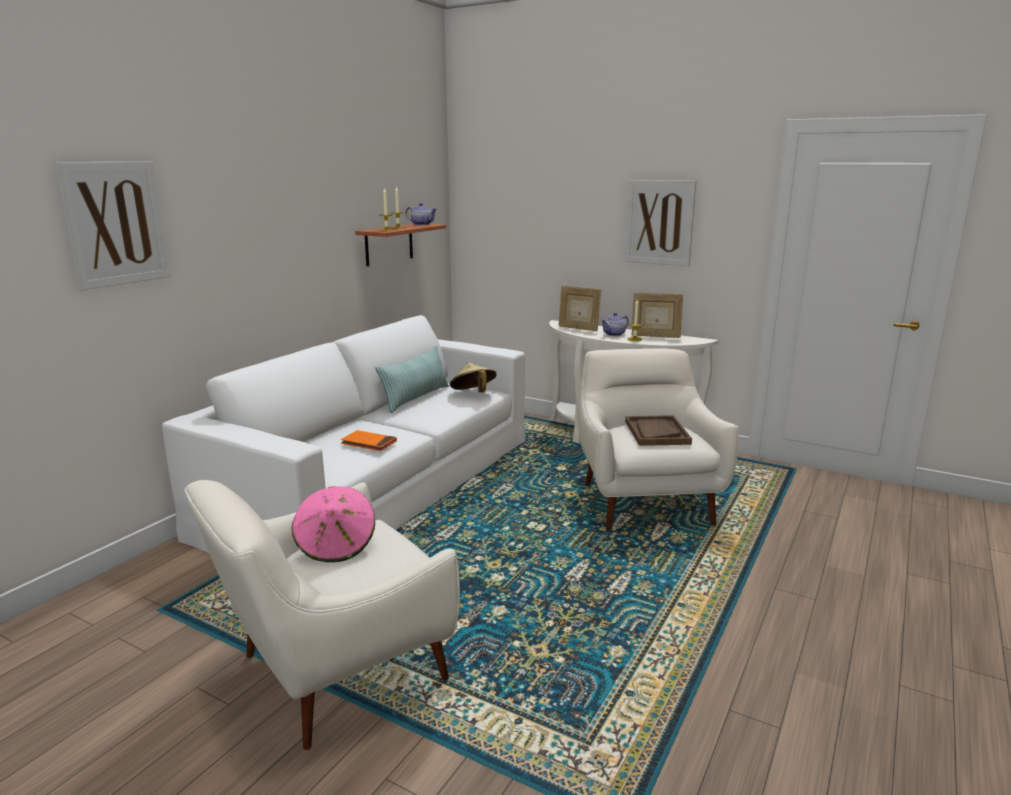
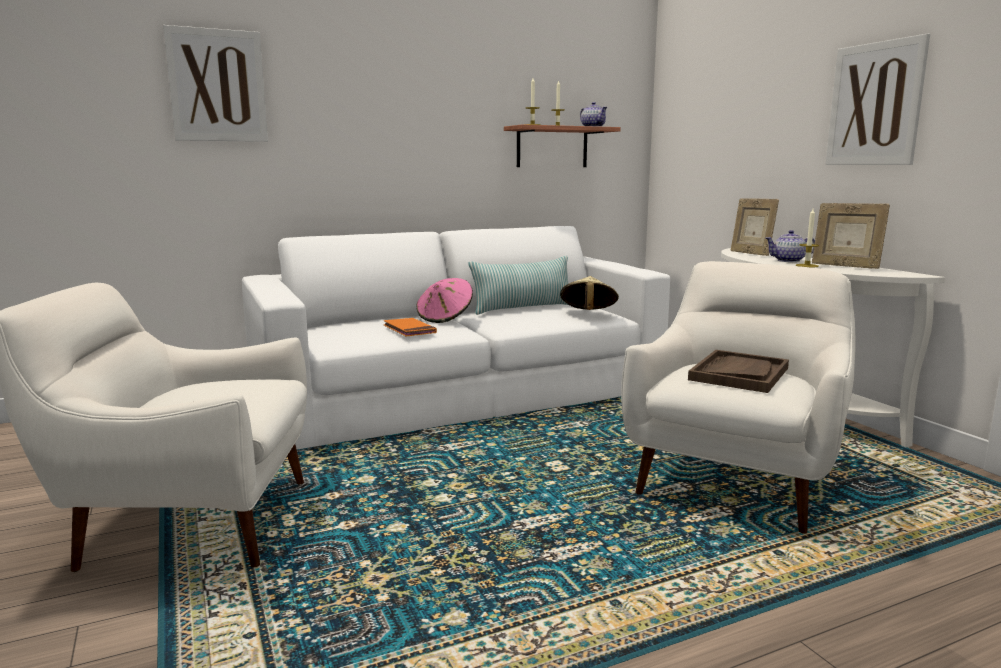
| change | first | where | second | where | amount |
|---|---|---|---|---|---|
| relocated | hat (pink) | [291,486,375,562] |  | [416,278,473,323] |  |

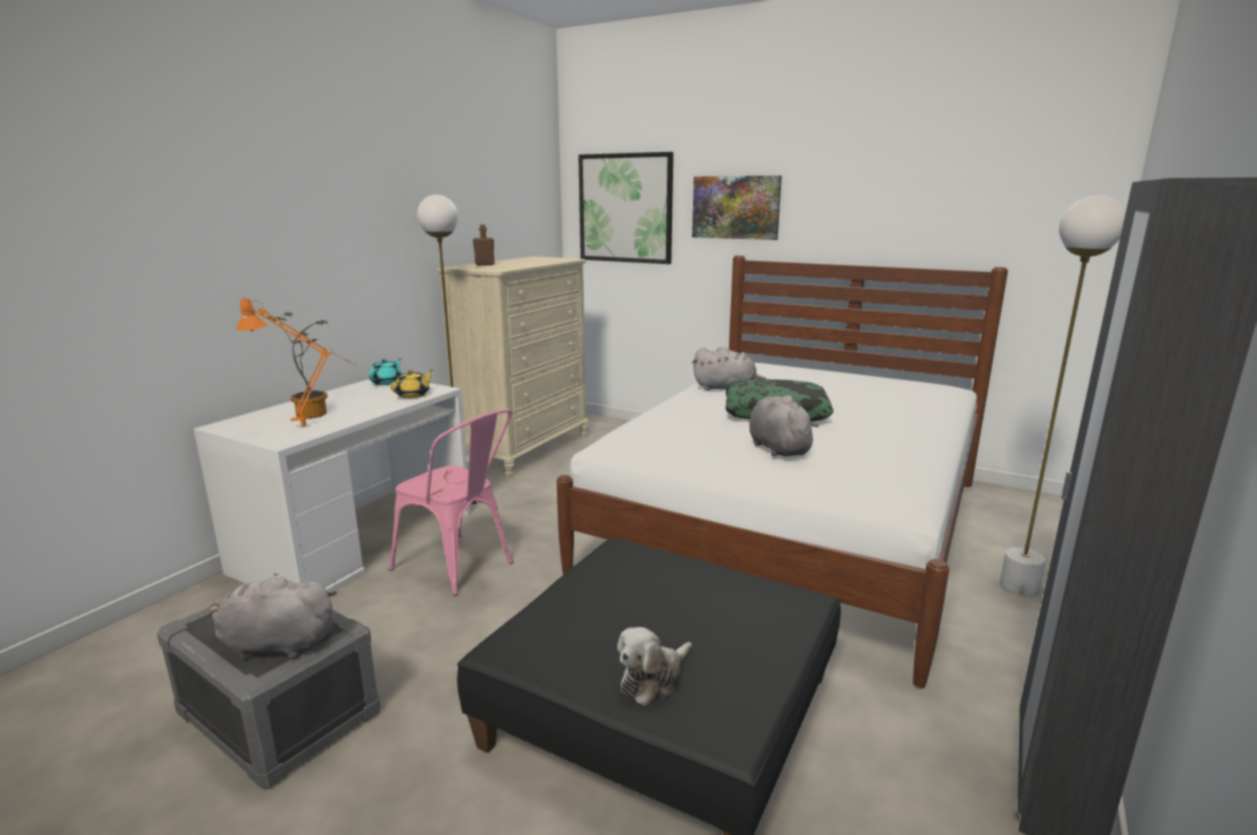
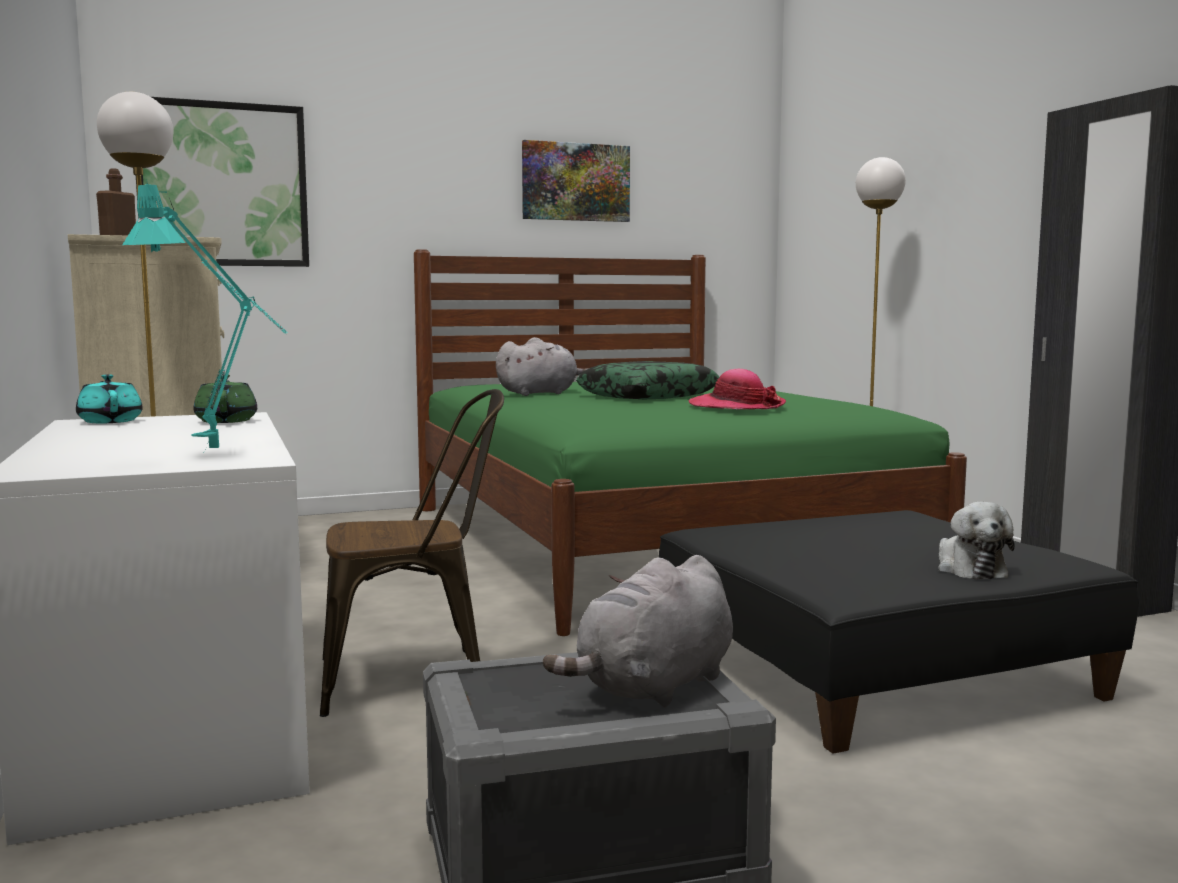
| change | first | where | second | where | amount |
|---|---|---|---|---|---|
| missing | potted plant | [267,312,328,419] |  |  |  |
| relocated | picture | [692,175,782,240] |  | [522,140,630,222] |  |
| exchanged | plush toy (grey) | [749,395,819,457] | hat | [689,369,786,409] |  |
| colour | table lamp (orange) | [236,296,359,426] | table lamp (turquoise) | [122,183,288,448] |  |
| colour | chair (pink) | [389,409,514,596] | chair (brown) | [320,389,504,717] |  |
| colour | teapot (yellow) | [390,370,433,398] | teapot (green) | [194,374,257,423] |  |
| colour | bed (white) | [557,255,1008,688] | bed (green) | [414,249,967,636] |  |

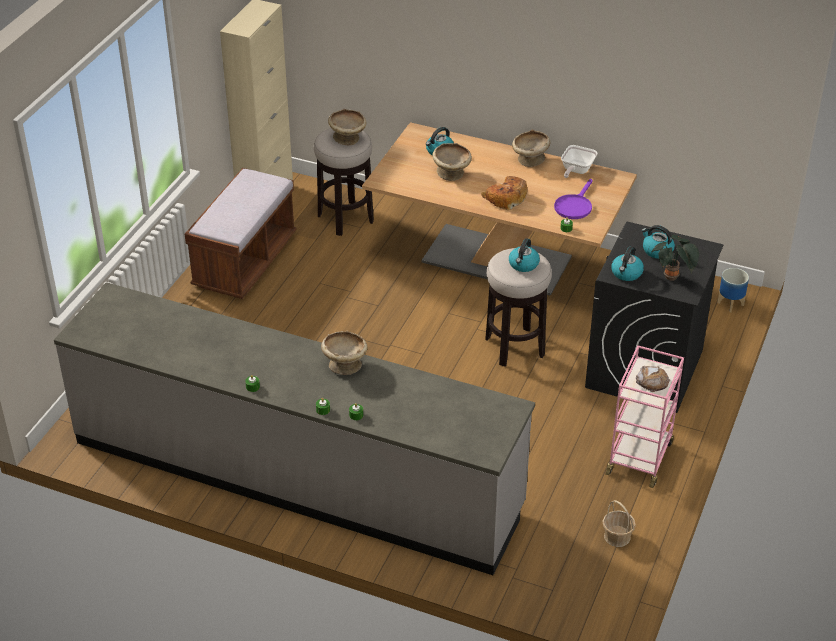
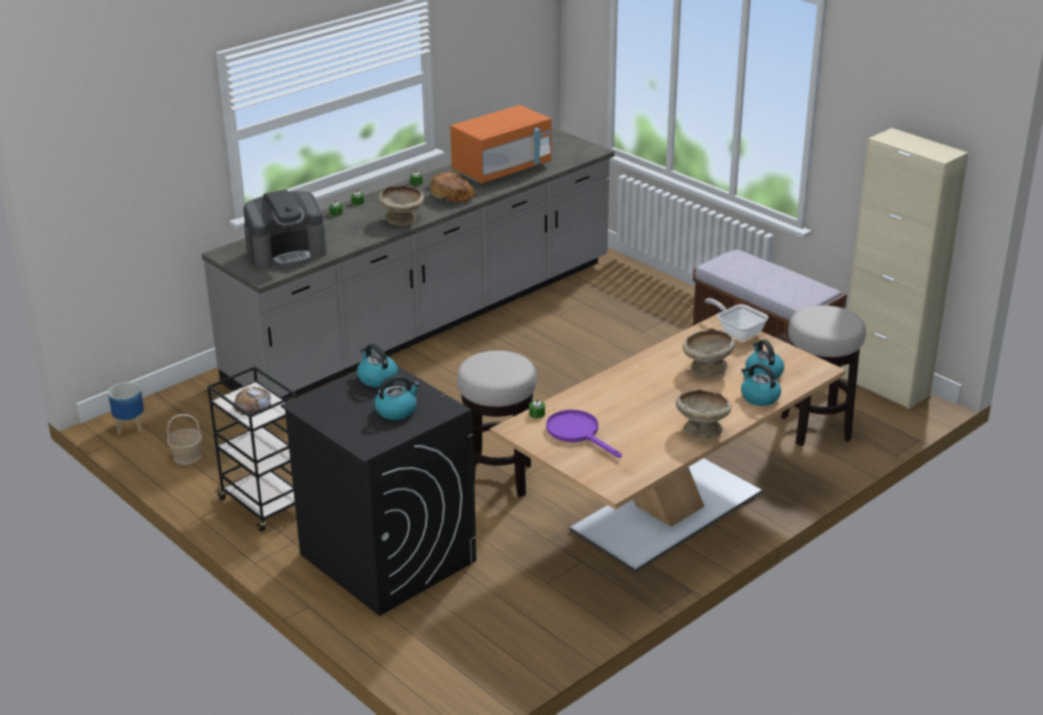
| change | first | where | second | where | amount |
|---|---|---|---|---|---|
| missing | bowl (beige) | [328,109,366,146] |  |  |  |
| missing | potted plant | [652,235,699,281] |  |  |  |
| appeared |  |  | coffee machine | [243,190,327,269] |  |
| appeared |  |  | microwave (orange) | [450,105,552,183] |  |
| relocated | bread | [481,176,527,210] |  | [431,171,476,203] |  |
| relocated | kettle | [509,238,540,272] |  | [741,363,781,406] |  |
| relocated | frying pan | [561,145,598,178] |  | [705,298,768,341] |  |
| relocated | planter | [717,268,749,312] |  | [108,382,144,435] |  |
| colour | cart (pink) | [605,345,684,488] | cart (black) | [207,366,298,532] |  |

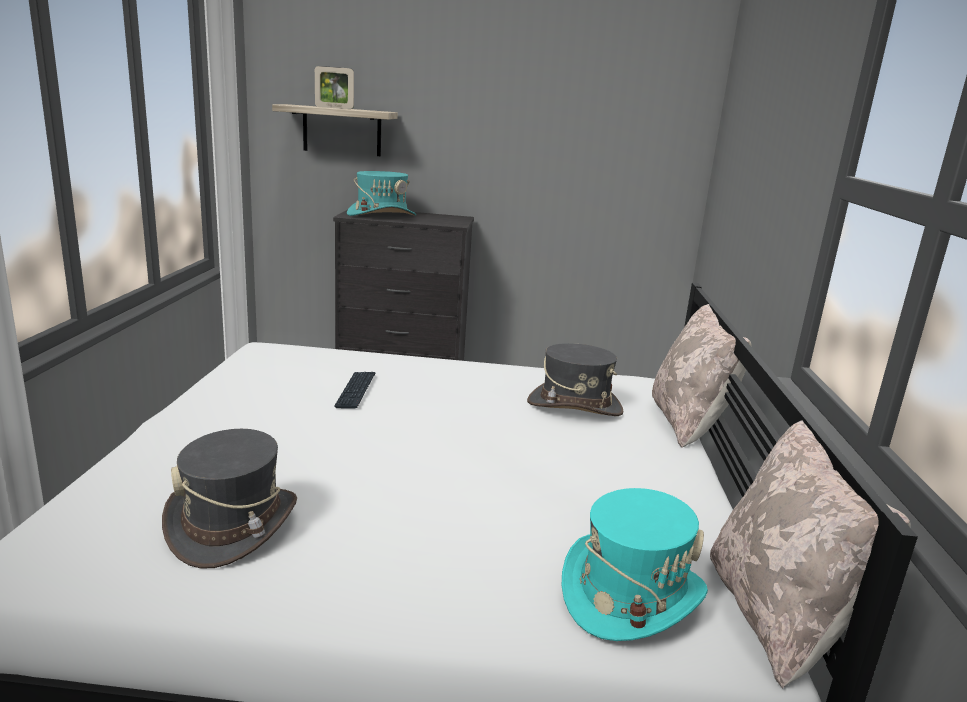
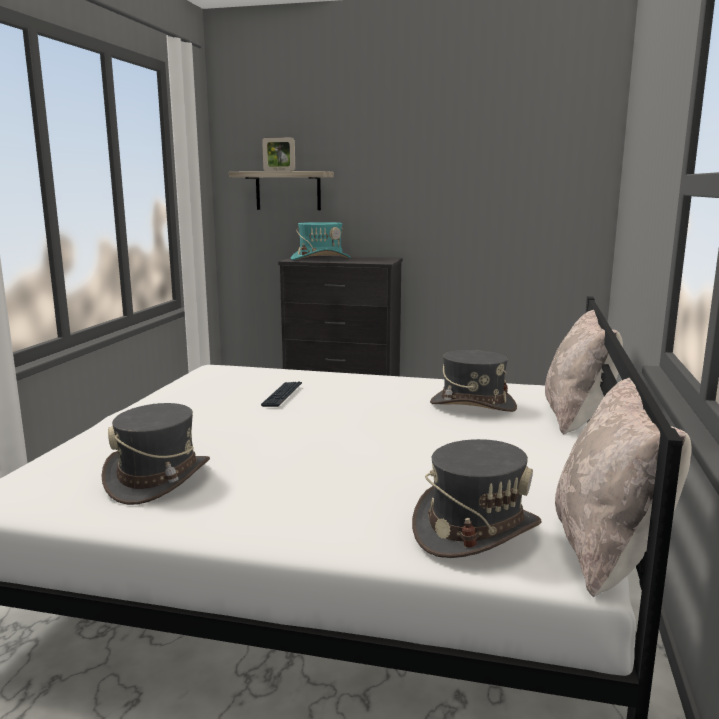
| change | first | where | second | where | amount |
|---|---|---|---|---|---|
| colour | hat (turquoise) | [562,488,708,641] | hat (grey) | [412,439,541,558] |  |

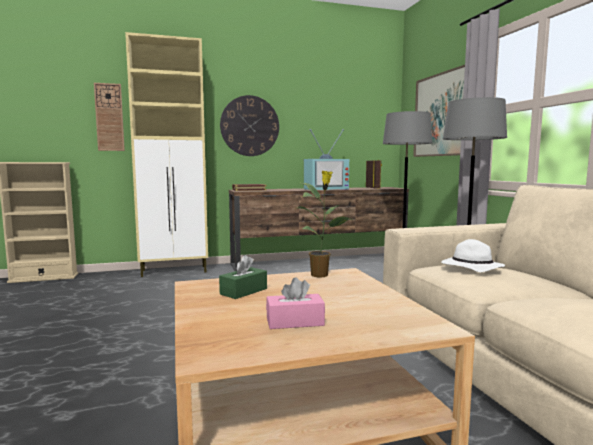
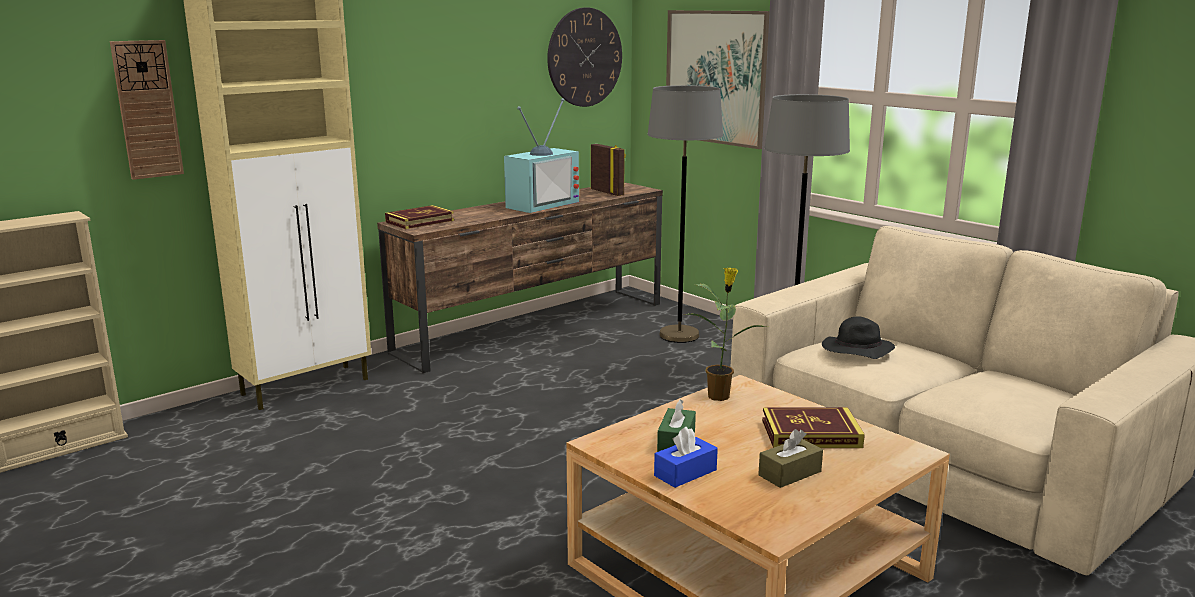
| change | first | where | second | where | amount |
|---|---|---|---|---|---|
| appeared |  |  | tissue box (blue) | [654,426,718,488] |  |
| appeared |  |  | book | [762,407,865,448] |  |
| relocated | wall clock | [220,95,279,156] |  | [547,7,622,107] |  |
| colour | tissue box (pink) | [266,277,325,329] | tissue box (brown) | [758,429,823,488] |  |
| colour | hat (white) | [441,239,505,272] | hat (black) | [822,316,895,359] |  |

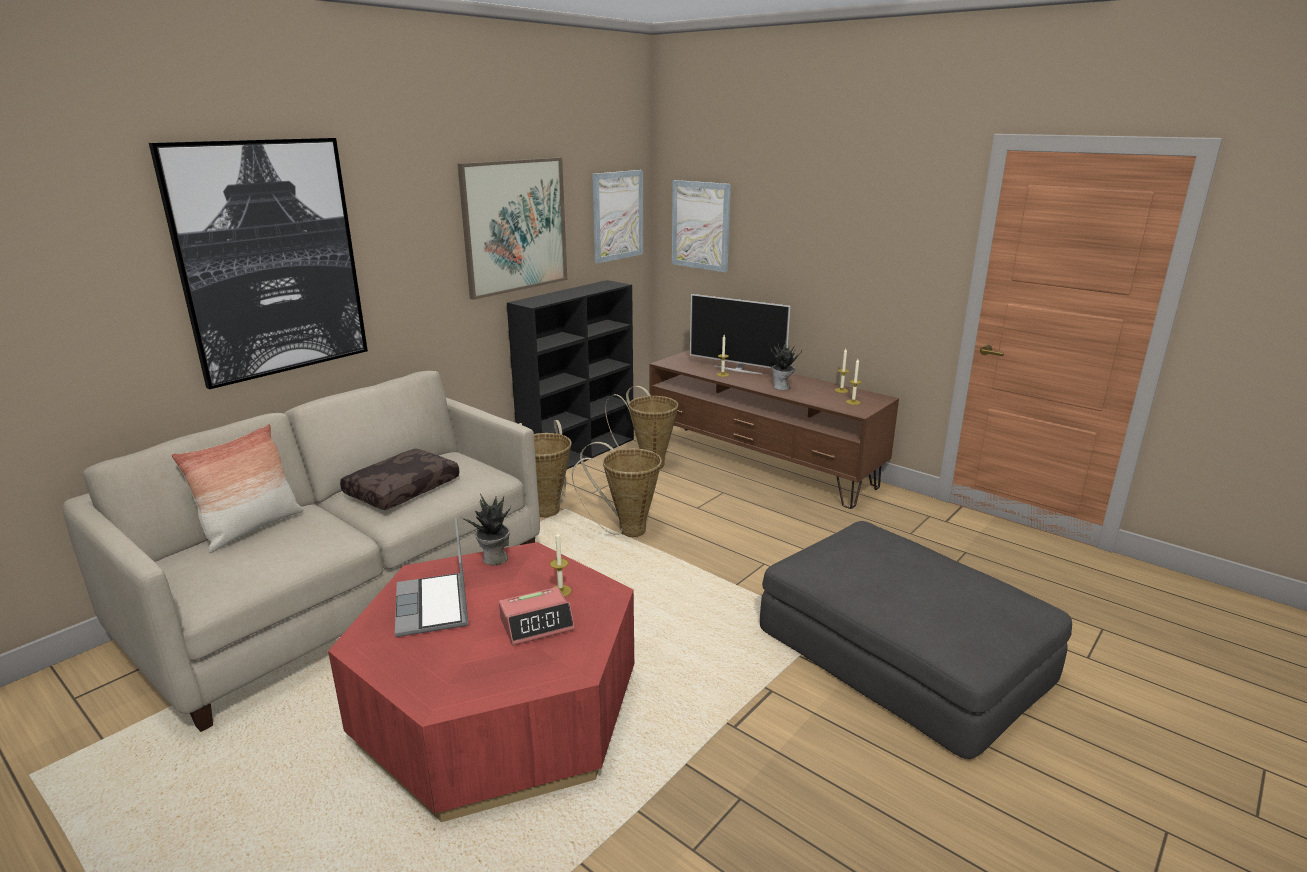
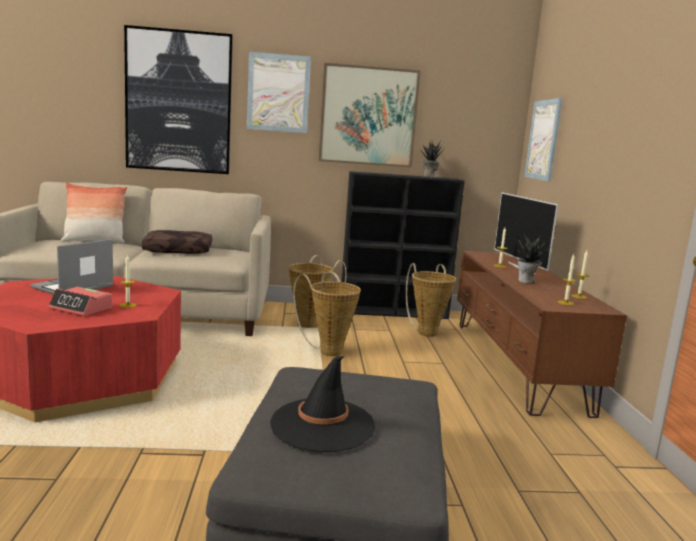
| change | first | where | second | where | amount |
|---|---|---|---|---|---|
| appeared |  |  | hat (black) | [270,356,375,452] |  |
| relocated | potted plant | [460,493,511,565] |  | [419,141,445,178] |  |
| relocated | picture | [592,170,643,263] |  | [247,52,311,133] |  |

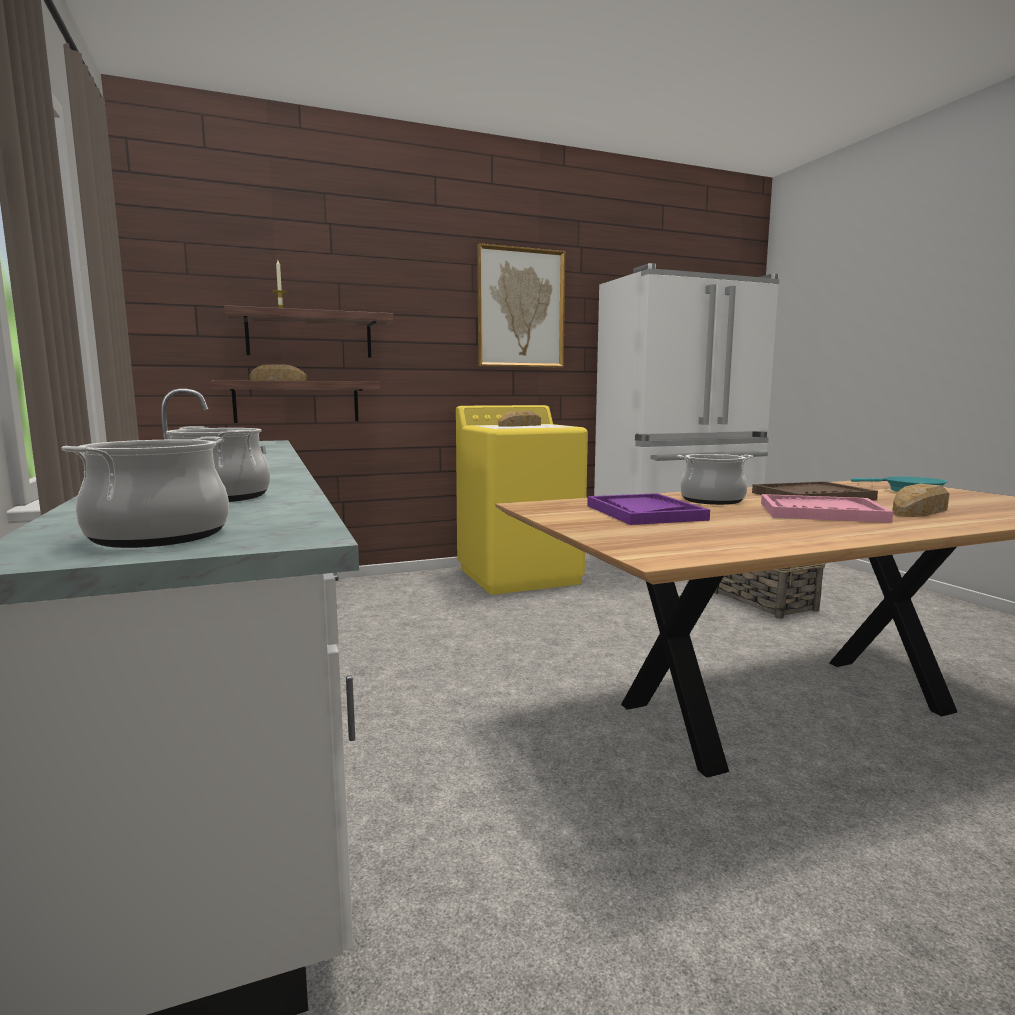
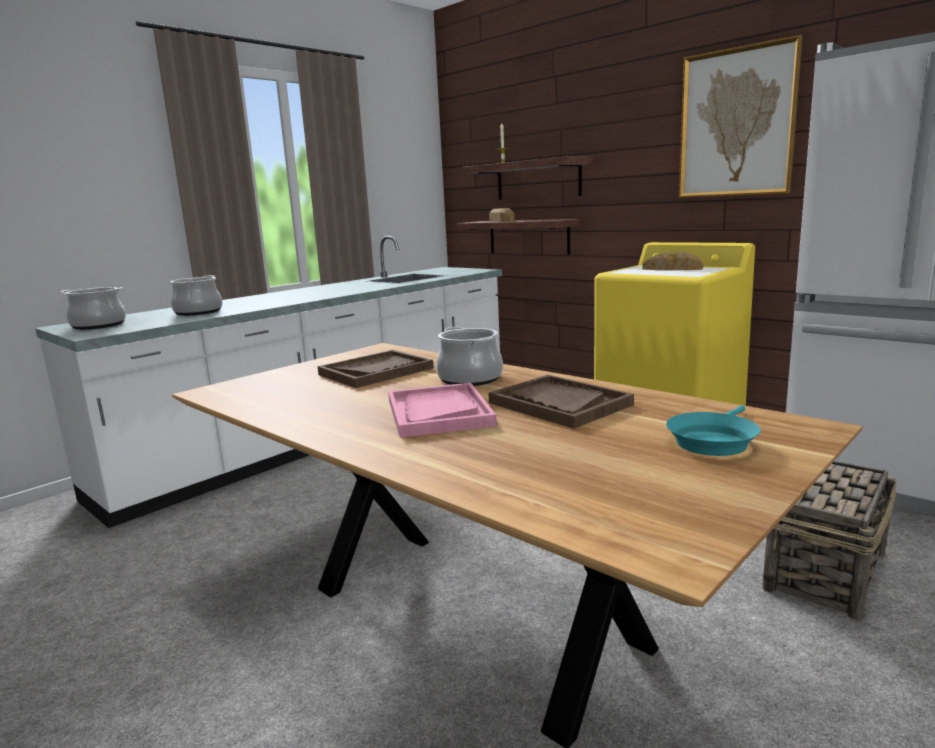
| change | first | where | second | where | amount |
|---|---|---|---|---|---|
| missing | bread | [892,483,949,517] |  |  |  |
| colour | tray (purple) | [587,493,710,525] | tray (brown) | [318,350,434,388] |  |

